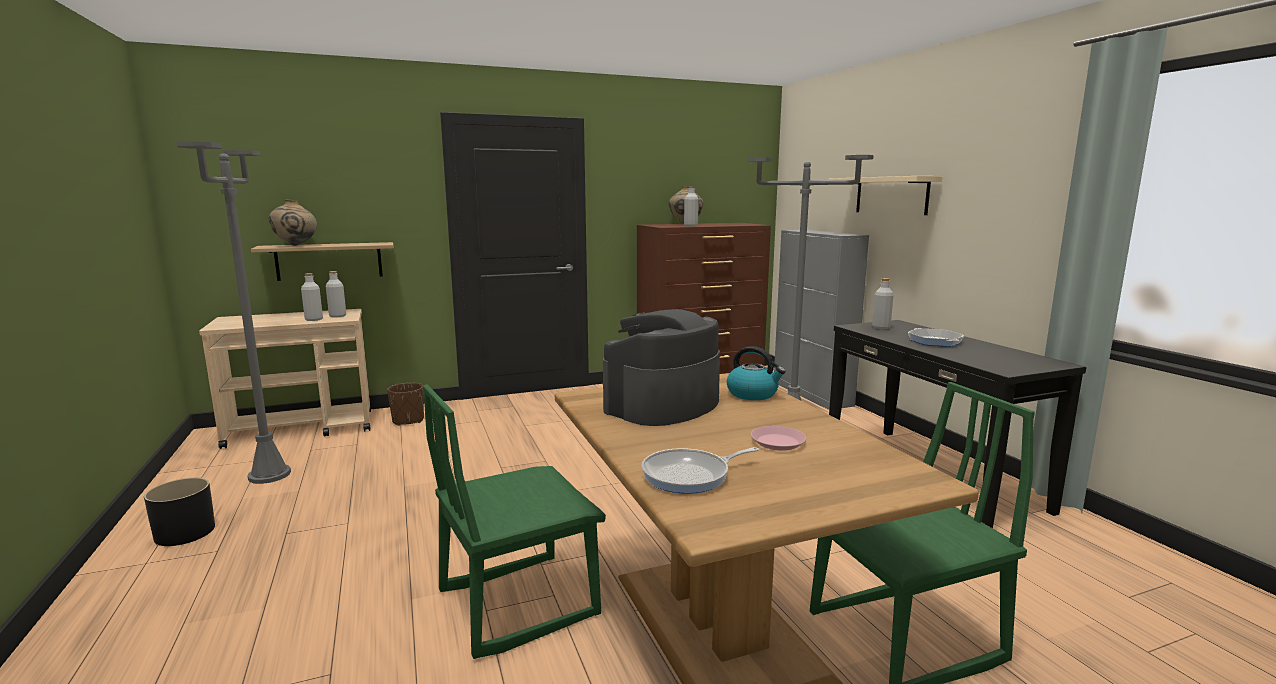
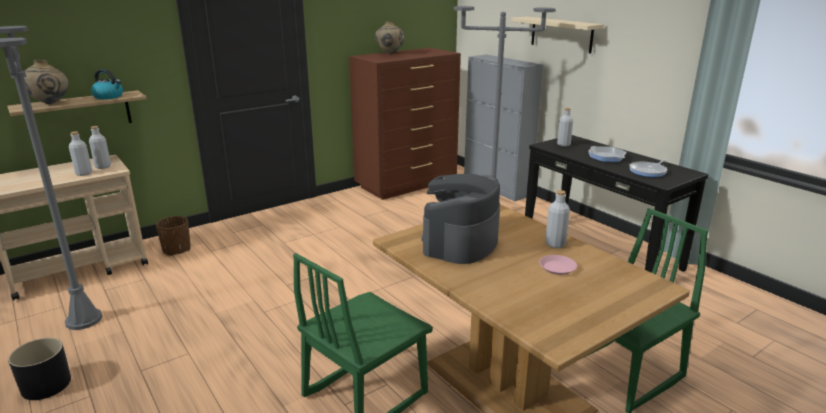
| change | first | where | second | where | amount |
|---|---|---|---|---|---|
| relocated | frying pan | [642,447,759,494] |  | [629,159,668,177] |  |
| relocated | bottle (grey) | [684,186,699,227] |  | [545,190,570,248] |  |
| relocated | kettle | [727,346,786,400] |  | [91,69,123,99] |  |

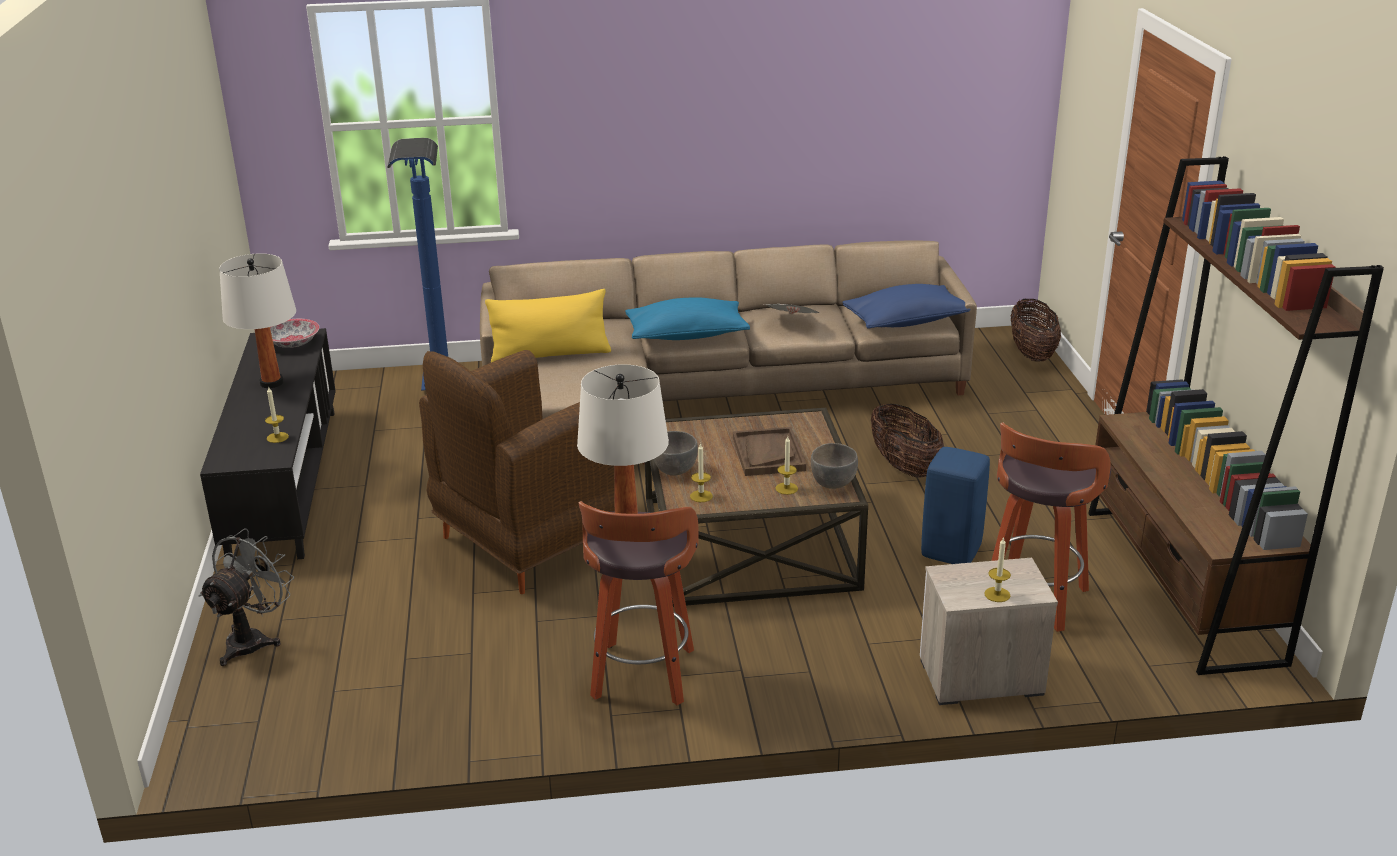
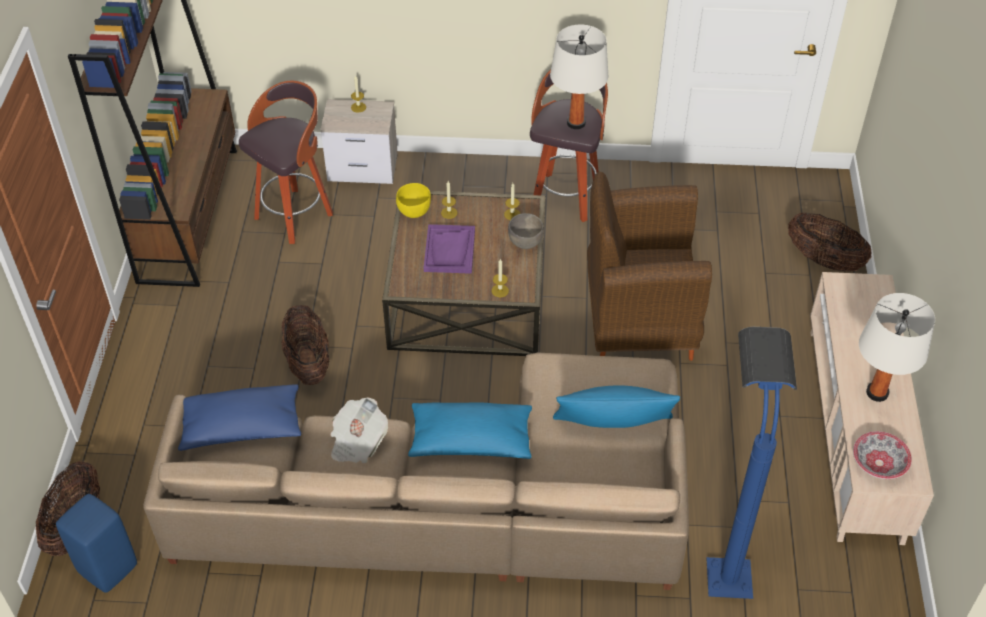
| change | first | where | second | where | amount |
|---|---|---|---|---|---|
| relocated | candle | [265,386,289,443] |  | [492,259,509,297] |  |
| relocated | stool (blue) | [921,447,990,564] |  | [56,494,137,593] |  |
| exchanged | fan (grey) | [199,528,294,666] | basket | [788,213,872,272] |  |
| colour | tv stand (black) | [200,328,336,559] | tv stand (beige) | [810,272,934,545] |  |
| colour | pillow (yellow) | [485,289,611,362] | pillow (blue) | [553,385,680,428] |  |
| colour | tray (brown) | [733,427,806,476] | tray (purple) | [424,224,475,274] |  |
| colour | bowl (grey) | [811,443,858,489] | bowl (yellow) | [396,183,431,218] |  |
| spun | armchair (brown) | [419,350,615,594] |  | [587,172,712,361] | 150 degrees counterclockwise |

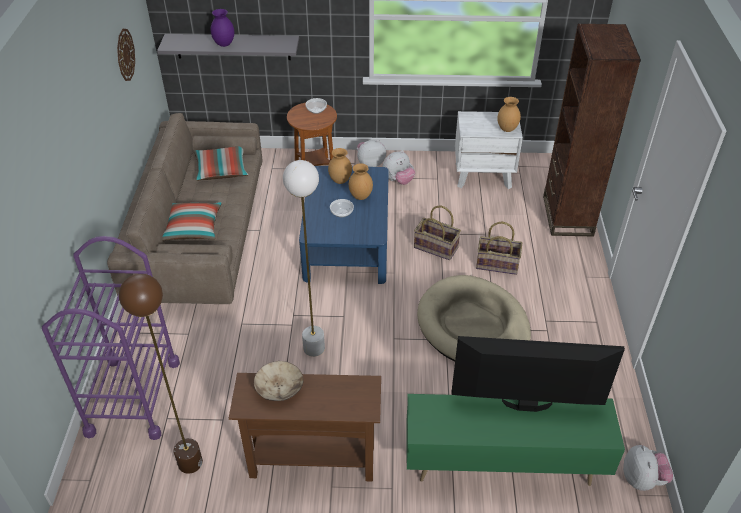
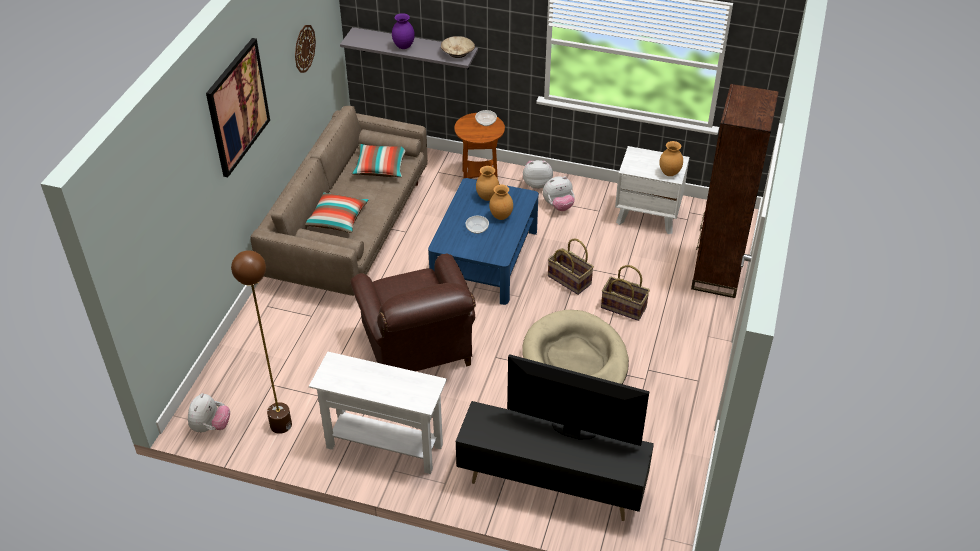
| change | first | where | second | where | amount |
|---|---|---|---|---|---|
| missing | cart (purple) | [42,236,180,440] |  |  |  |
| appeared |  |  | picture | [206,38,270,177] |  |
| relocated | bowl (beige) | [254,361,304,401] |  | [441,36,475,58] |  |
| relocated | plush toy | [623,445,673,491] |  | [188,393,230,432] |  |
| exchanged | floor lamp (white) | [283,160,325,357] | armchair (brown) | [350,254,476,371] |  |
| colour | console table (brown) | [229,373,381,481] | console table (white) | [309,351,447,474] |  |
| colour | tv stand (green) | [406,394,625,486] | tv stand (black) | [456,401,654,521] |  |

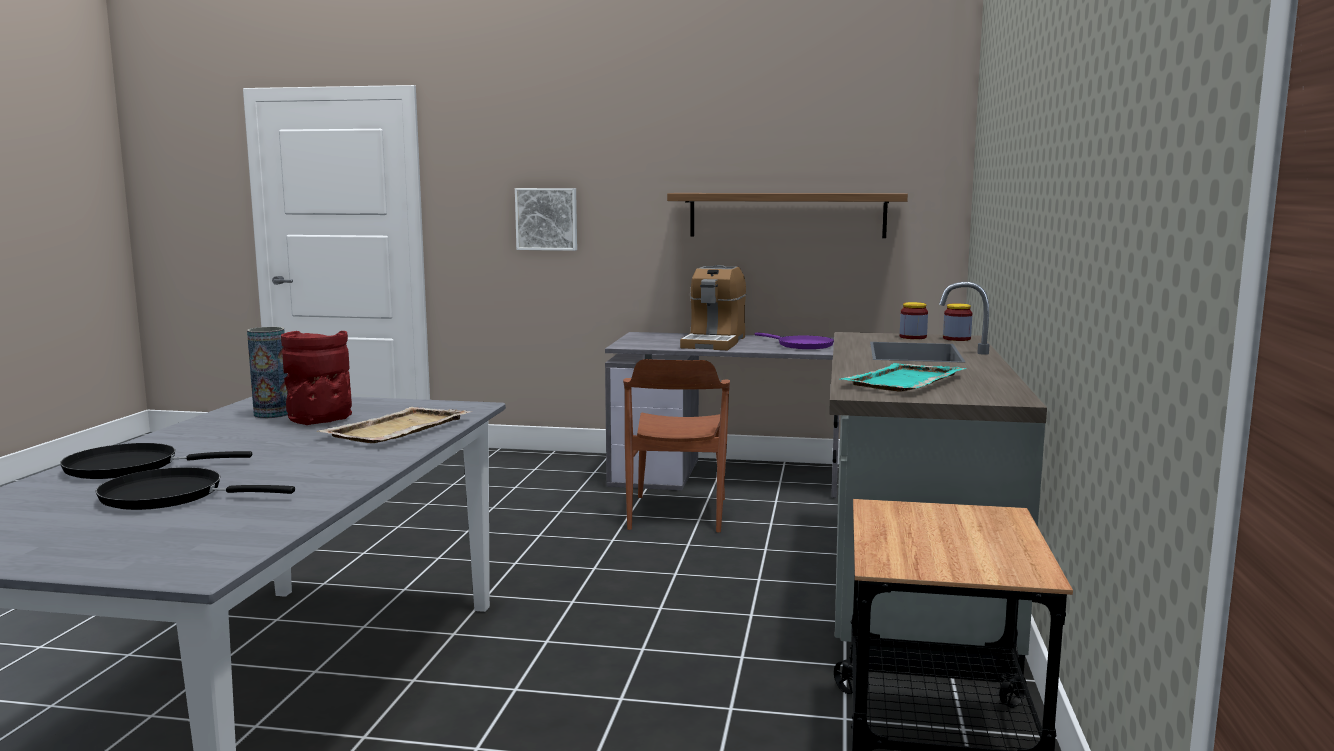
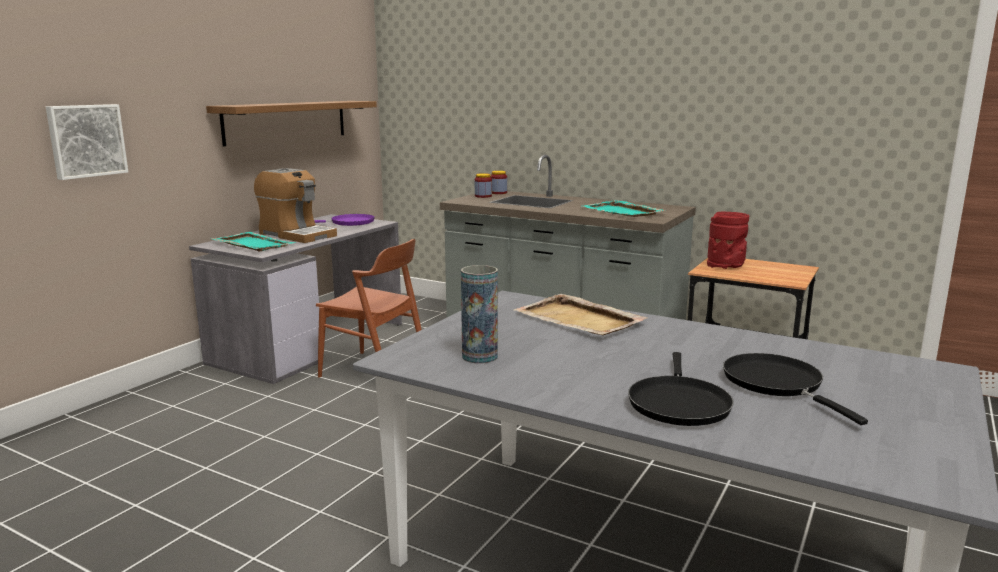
| change | first | where | second | where | amount |
|---|---|---|---|---|---|
| appeared |  |  | tray (turquoise) | [211,232,296,252] |  |
| relocated | vase (red) | [281,331,352,425] |  | [707,211,749,269] |  |
| spun | frying pan (black) | [96,467,295,510] |  | [723,353,868,425] | 135 degrees clockwise |

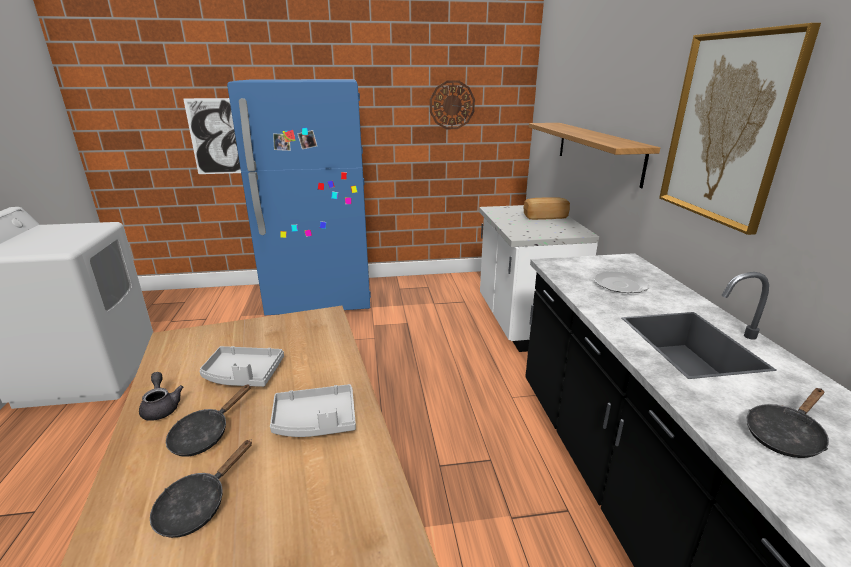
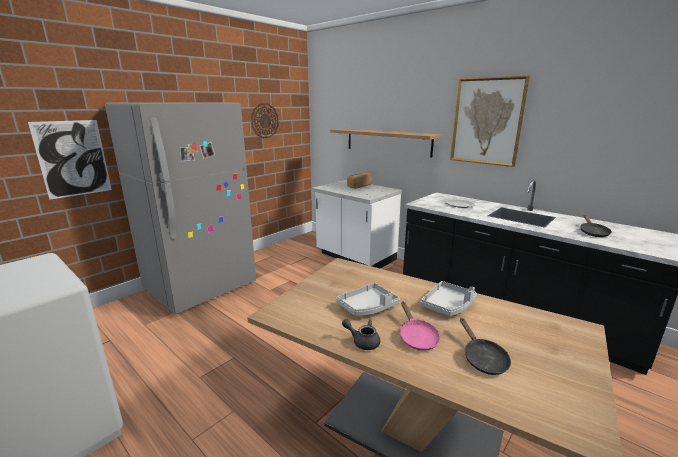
| change | first | where | second | where | amount |
|---|---|---|---|---|---|
| colour | frying pan (black) | [166,384,251,457] | frying pan (pink) | [400,301,440,351] |  |
| colour | fridge (blue) | [227,79,371,316] | fridge (grey) | [105,102,256,314] |  |

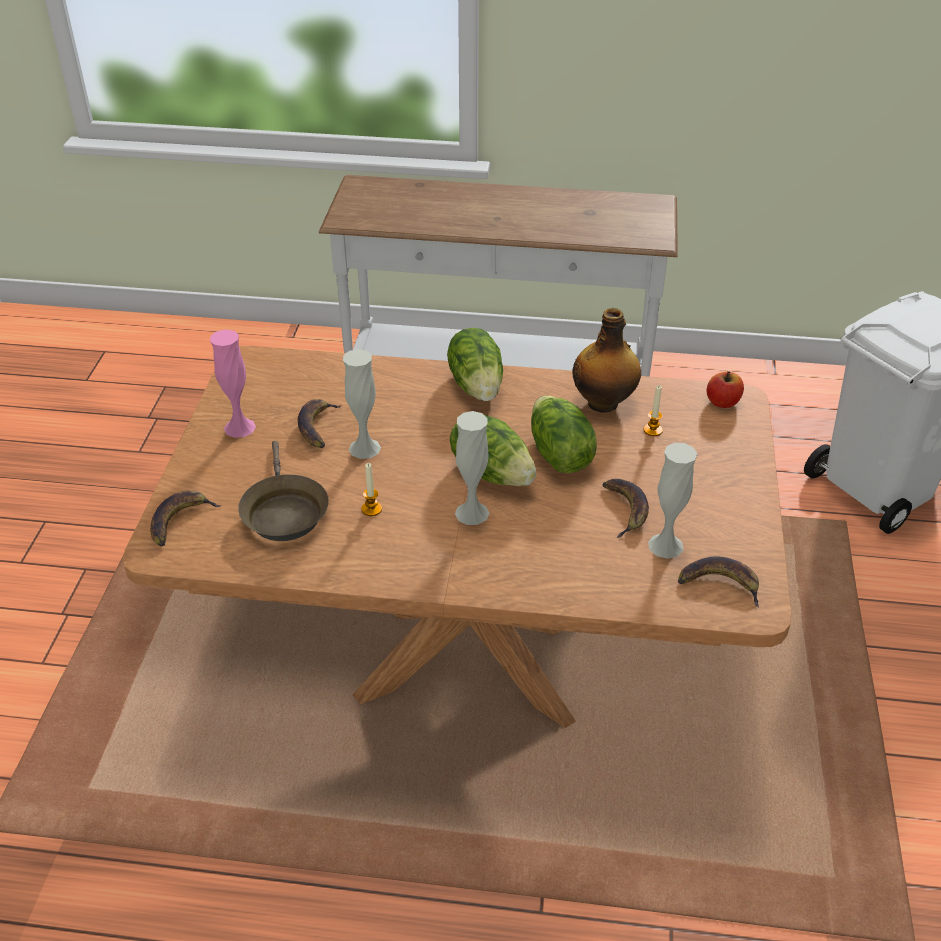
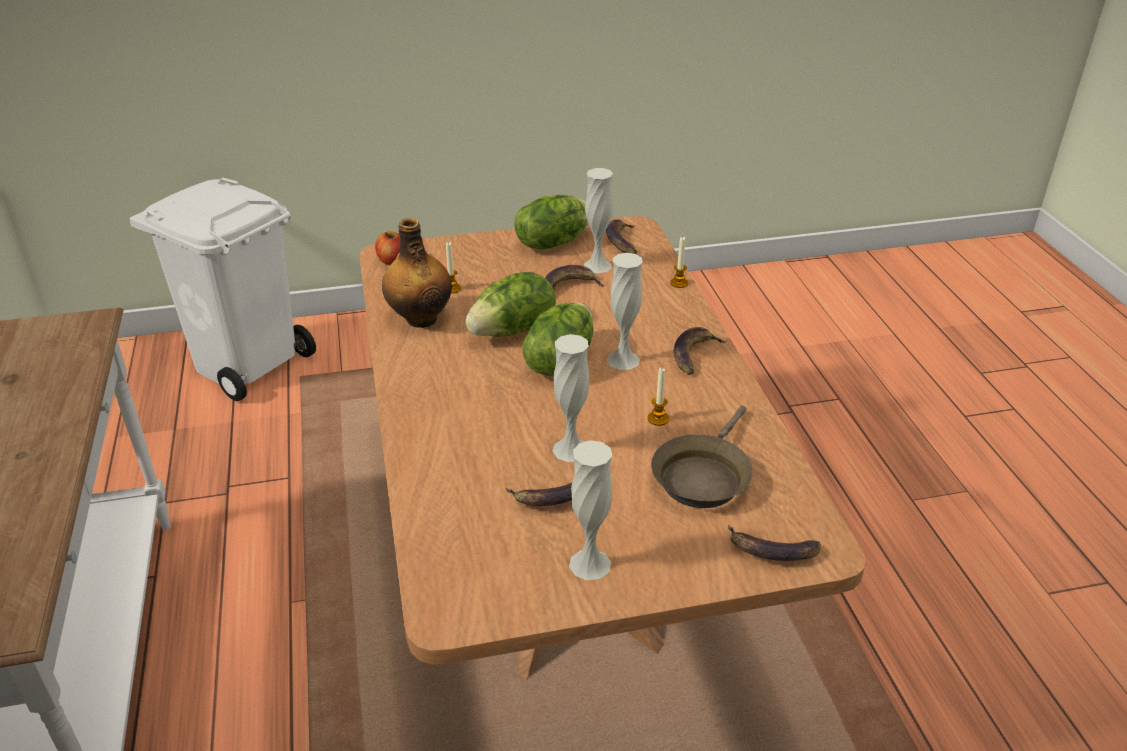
| change | first | where | second | where | amount |
|---|---|---|---|---|---|
| appeared |  |  | candle | [670,237,688,288] |  |
| appeared |  |  | banana | [674,327,727,375] |  |
| relocated | lettuce | [447,328,503,401] |  | [514,195,589,250] |  |
| colour | vase (pink) | [210,329,256,438] | vase (white) | [569,440,612,580] |  |
| spun | frying pan (brown) | [238,441,329,541] |  | [651,405,753,508] | 150 degrees clockwise |

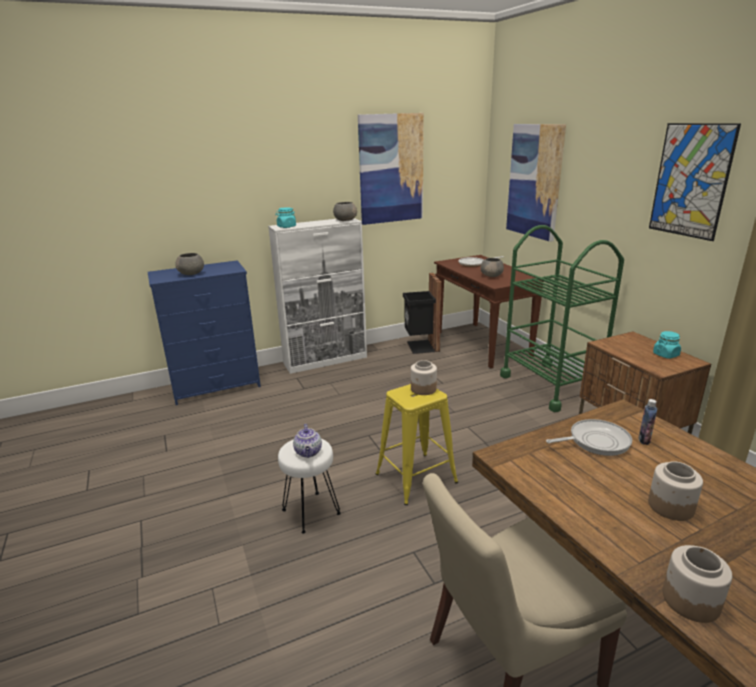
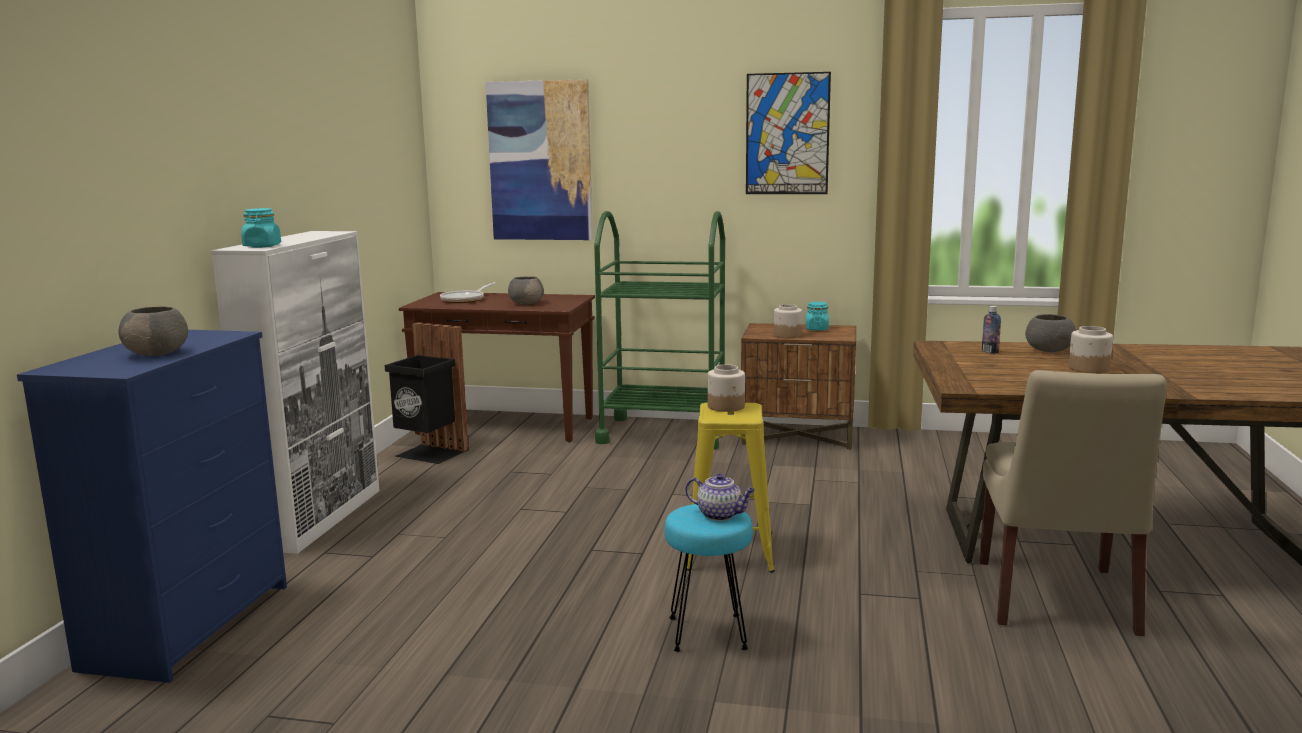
| change | first | where | second | where | amount |
|---|---|---|---|---|---|
| missing | picture | [358,113,424,225] |  |  |  |
| missing | frying pan | [546,419,632,456] |  |  |  |
| relocated | bowl (grey) | [333,202,357,221] |  | [1025,314,1076,352] |  |
| relocated | jar | [663,545,732,623] |  | [774,304,802,338] |  |
| colour | stool (white) | [278,439,341,534] | stool (turquoise) | [664,504,753,652] |  |

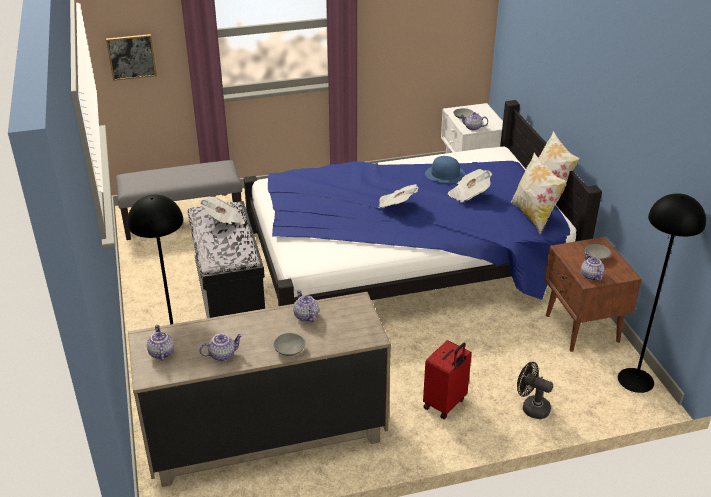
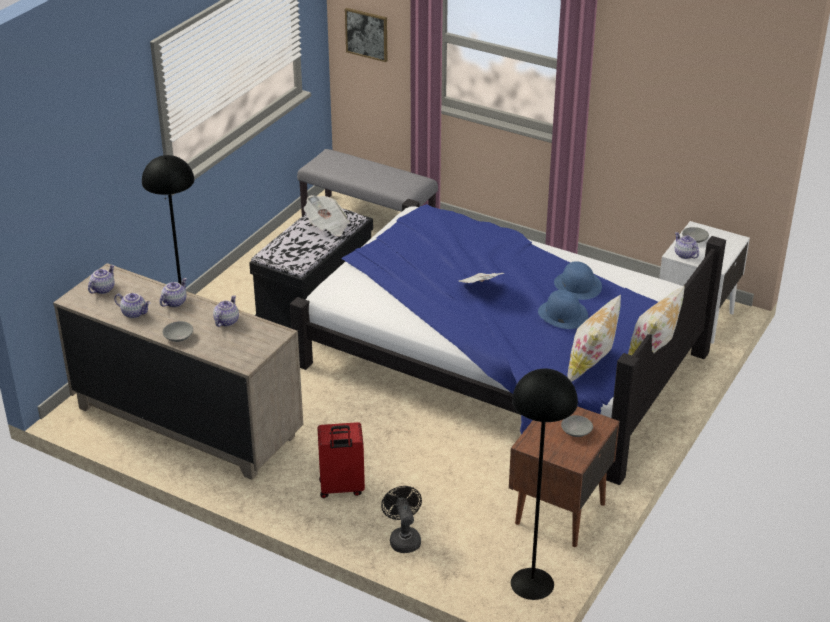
| change | first | where | second | where | amount |
|---|---|---|---|---|---|
| relocated | teapot | [581,252,604,281] |  | [160,278,187,307] |  |
| exchanged | newspaper | [448,169,492,203] | hat (blue) | [538,290,588,329] |  |

